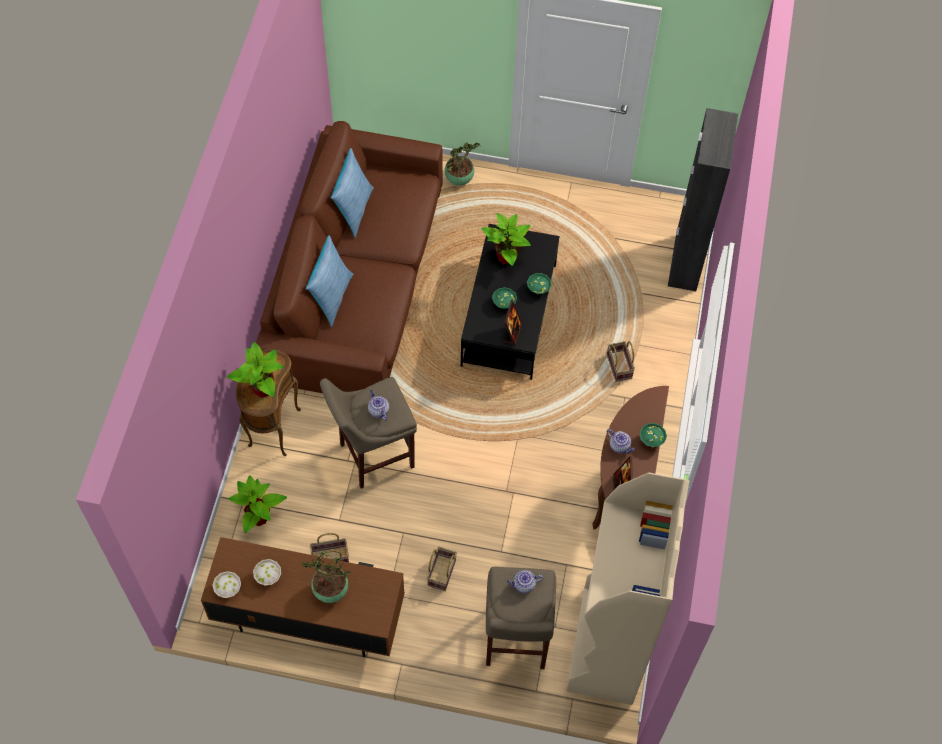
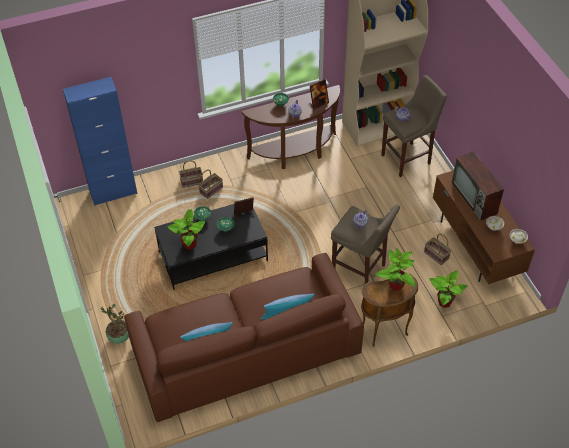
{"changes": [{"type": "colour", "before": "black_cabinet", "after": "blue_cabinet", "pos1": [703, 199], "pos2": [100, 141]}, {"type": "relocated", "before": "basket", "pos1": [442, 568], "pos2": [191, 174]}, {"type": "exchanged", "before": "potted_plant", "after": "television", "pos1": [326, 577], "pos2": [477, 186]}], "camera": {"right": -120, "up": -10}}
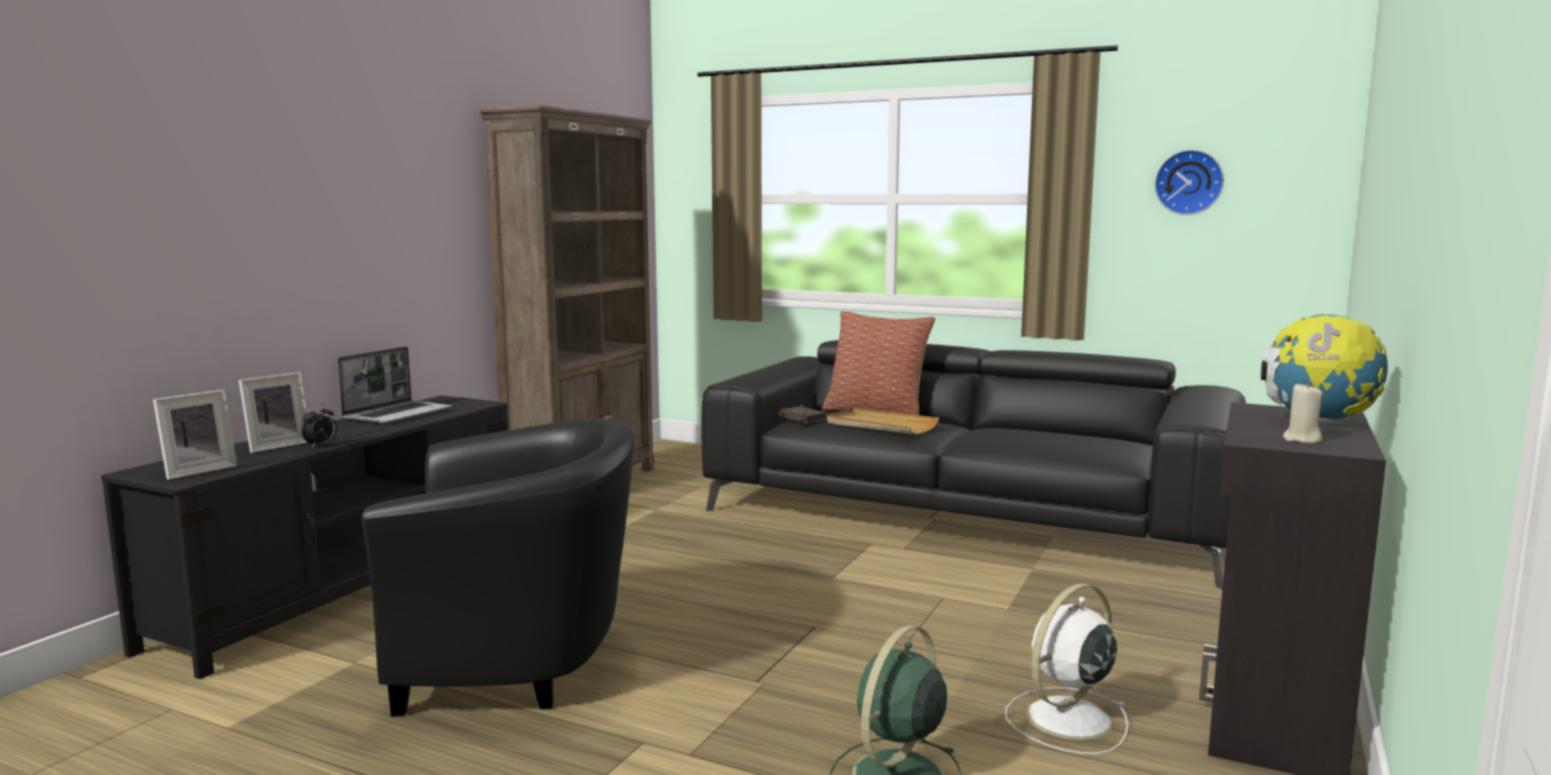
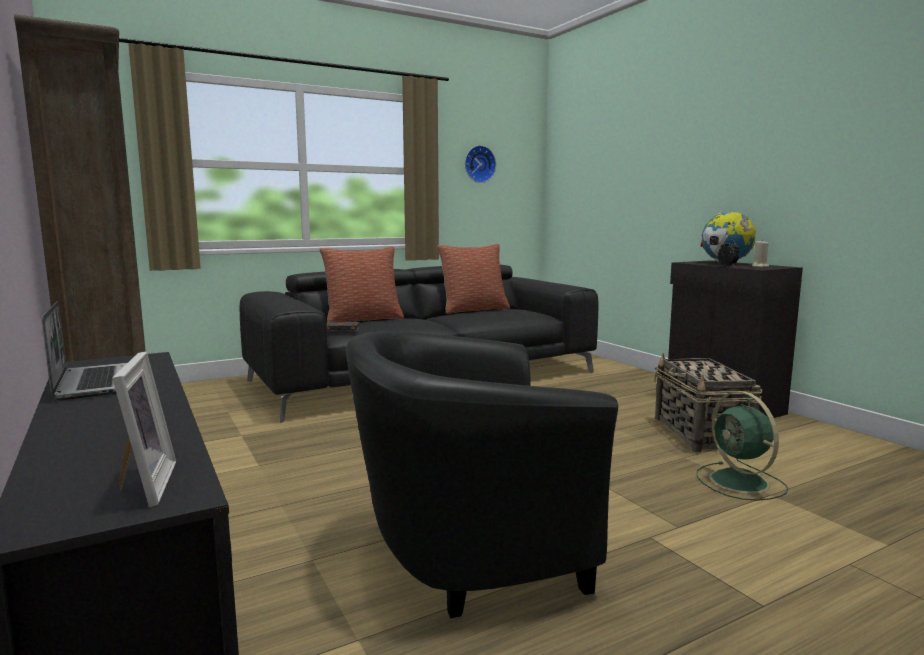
{"changes": [{"type": "missing", "before": "picture_frame", "pos1": [273, 412]}, {"type": "relocated", "before": "alarm_clock", "pos1": [319, 425], "pos2": [728, 252]}, {"type": "missing", "before": "beige_tray", "pos1": [883, 421]}, {"type": "spun", "before": "black_armchair", "pos1": [498, 568], "pos2": [482, 474], "turn": -135}, {"type": "exchanged", "before": "white_fan", "after": "basket", "pos1": [1066, 668], "pos2": [708, 402]}, {"type": "appeared", "after": "pillow", "pos2": [473, 279]}], "camera": {"right": -55, "up": 0}}
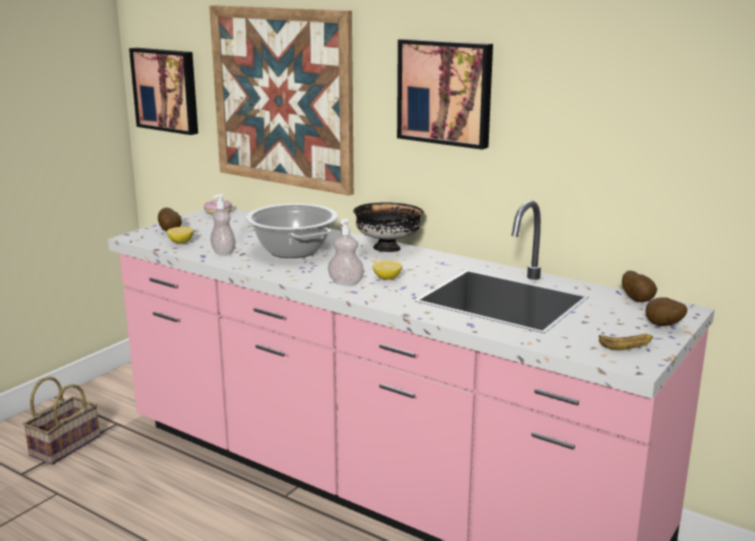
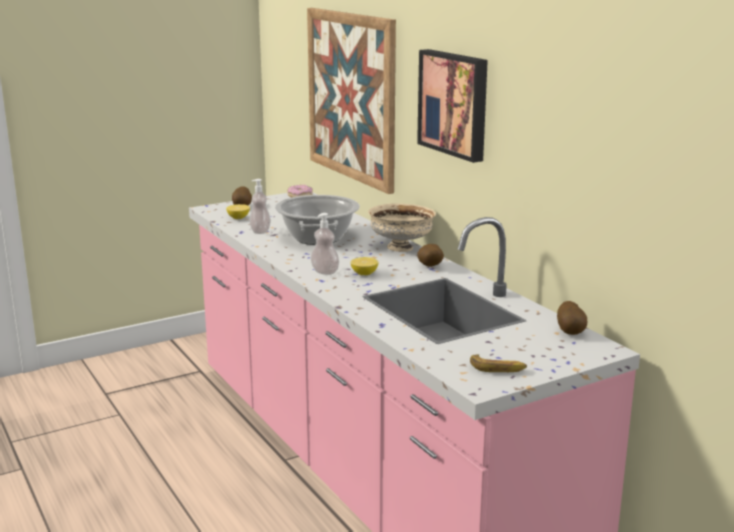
{"changes": [{"type": "missing", "before": "picture", "pos1": [163, 91]}, {"type": "colour", "before": "black_bowl", "after": "beige_bowl", "pos1": [388, 227], "pos2": [402, 227]}, {"type": "relocated", "before": "potato", "pos1": [666, 311], "pos2": [430, 255]}, {"type": "missing", "before": "basket", "pos1": [61, 421]}], "camera": {"right": 25, "up": 0}}
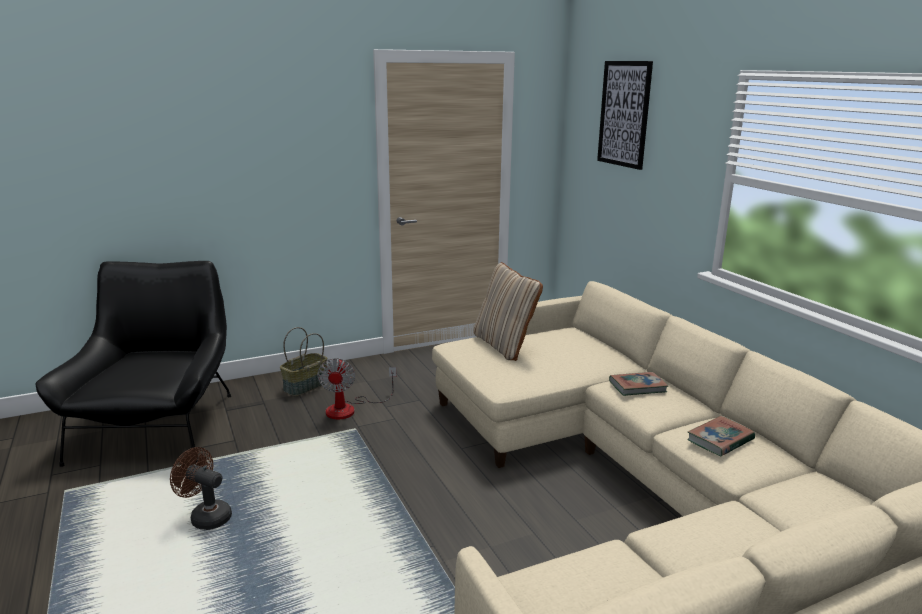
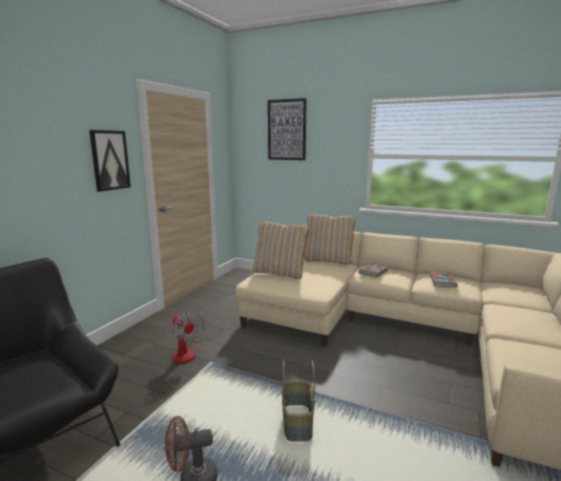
{"changes": [{"type": "relocated", "before": "basket", "pos1": [303, 361], "pos2": [298, 401]}, {"type": "appeared", "after": "picture", "pos2": [110, 161]}, {"type": "appeared", "after": "beige_pillow", "pos2": [329, 239]}], "camera": {"right": -40, "up": -5}}
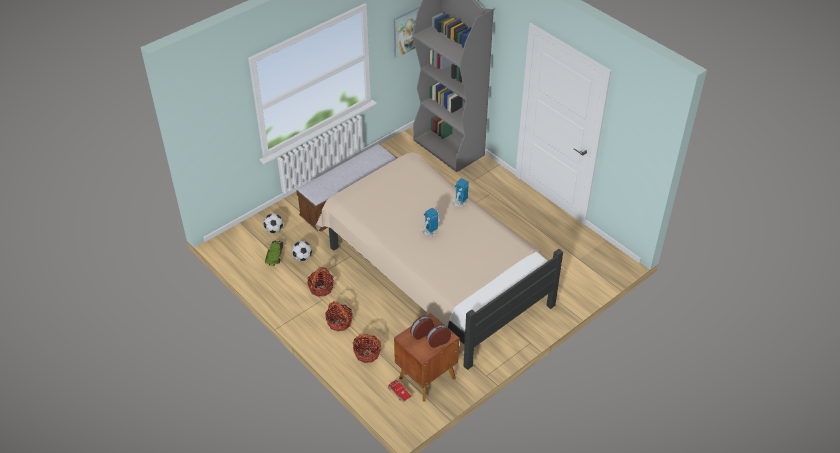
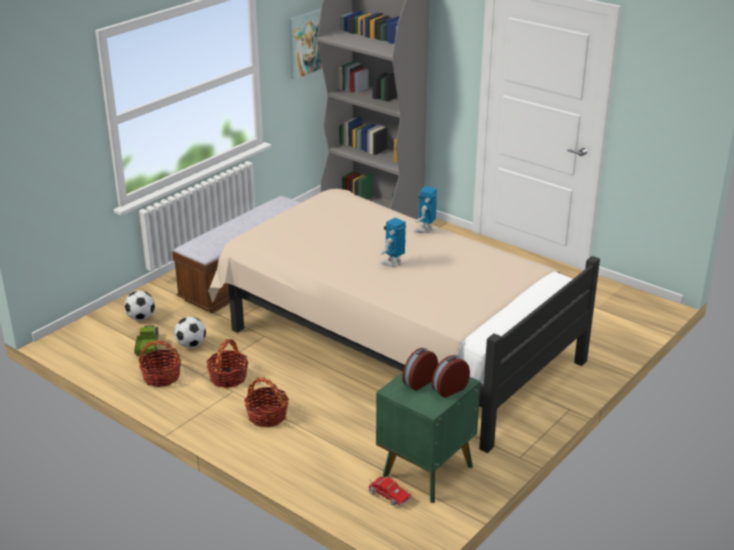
{"changes": [{"type": "colour", "before": "brown_nightstand", "after": "green_nightstand", "pos1": [426, 357], "pos2": [428, 433]}, {"type": "relocated", "before": "basket", "pos1": [367, 348], "pos2": [160, 363]}], "camera": {"right": -10, "up": -15}}
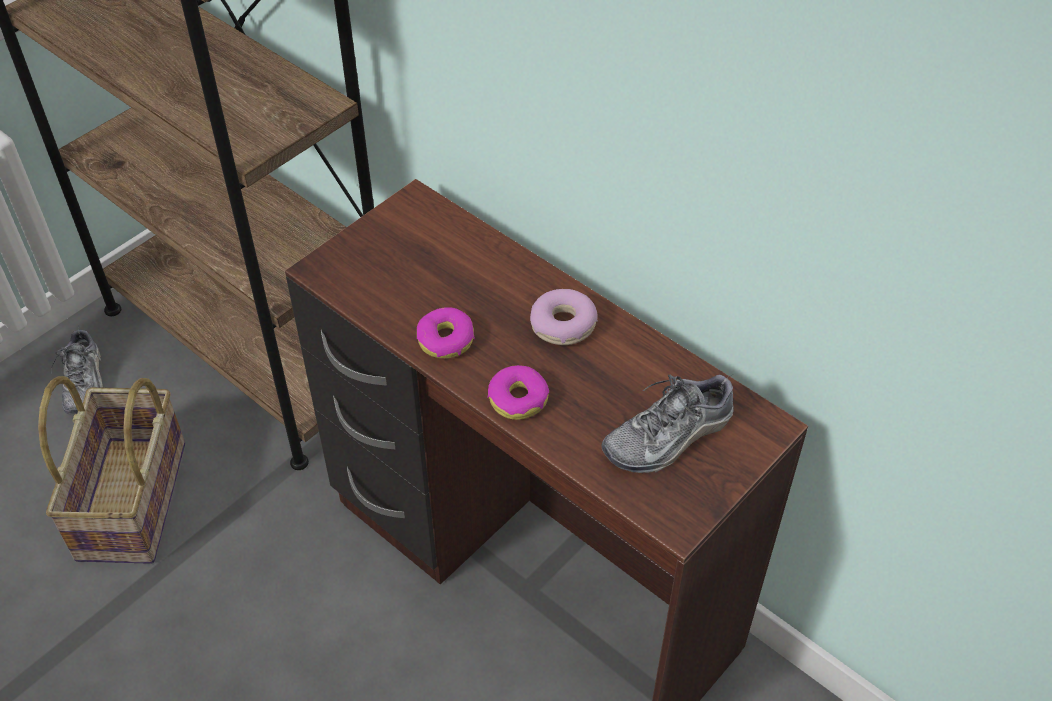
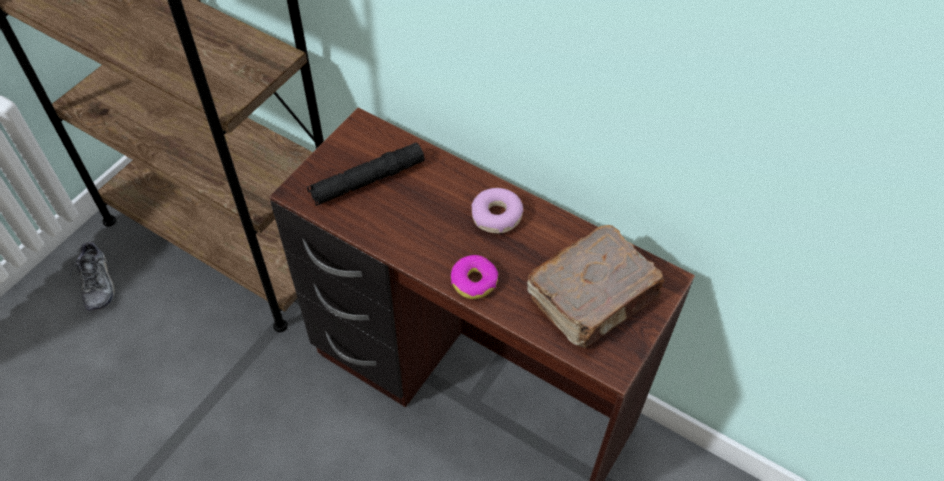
{"changes": [{"type": "missing", "before": "donut", "pos1": [446, 333]}, {"type": "exchanged", "before": "shoe", "after": "brown_book", "pos1": [667, 423], "pos2": [596, 286]}, {"type": "missing", "before": "basket", "pos1": [111, 470]}, {"type": "appeared", "after": "black_flashlight", "pos2": [366, 174]}], "camera": {"right": -10, "up": 5}}
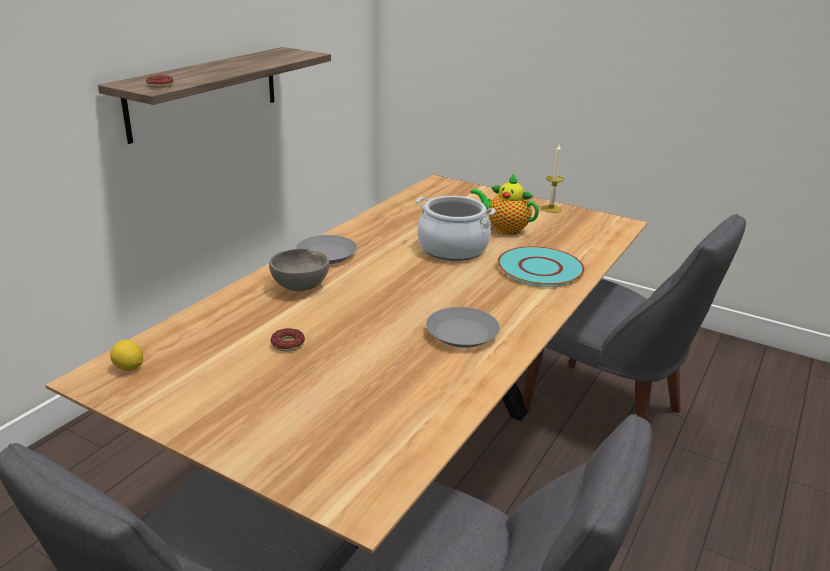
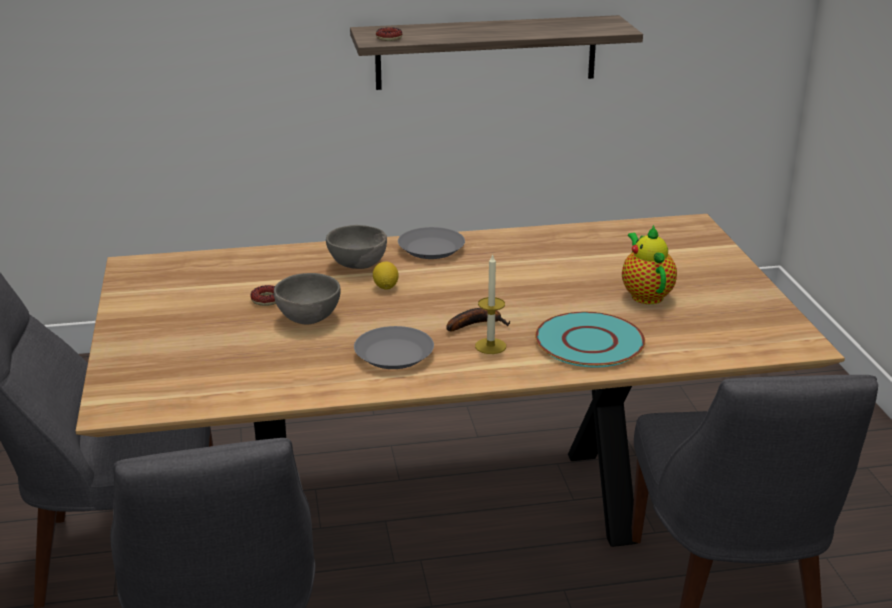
{"changes": [{"type": "relocated", "before": "candle", "pos1": [552, 178], "pos2": [490, 303]}, {"type": "missing", "before": "cooking_pot", "pos1": [456, 228]}, {"type": "relocated", "before": "lemon", "pos1": [126, 355], "pos2": [386, 276]}, {"type": "appeared", "after": "grey_bowl", "pos2": [307, 298]}, {"type": "appeared", "after": "banana", "pos2": [478, 319]}], "camera": {"right": 50, "up": 0}}
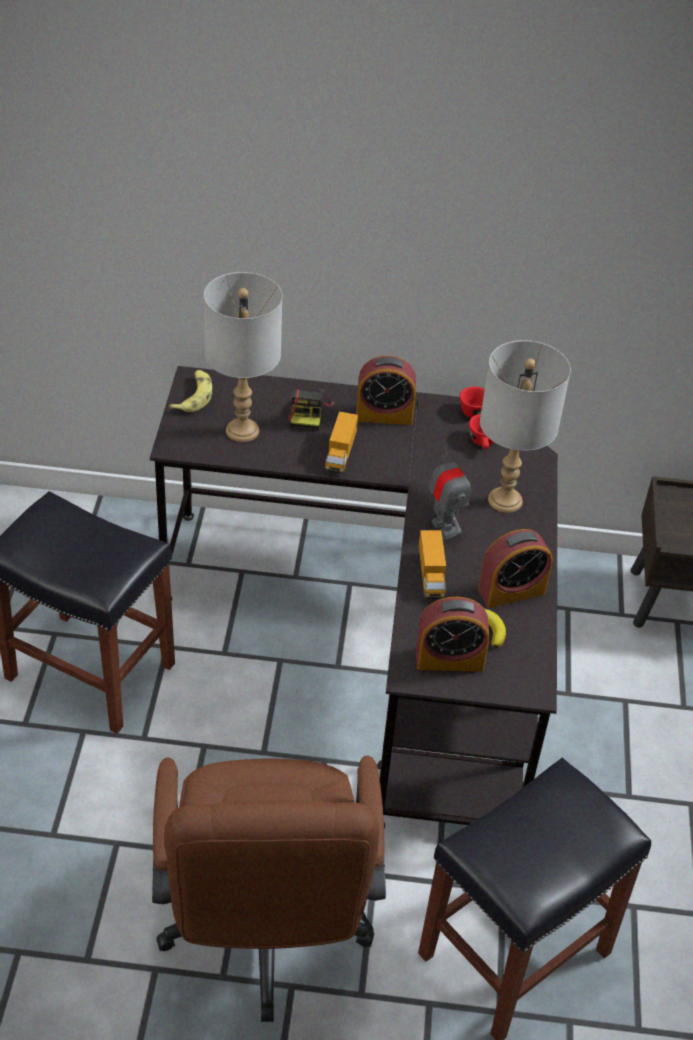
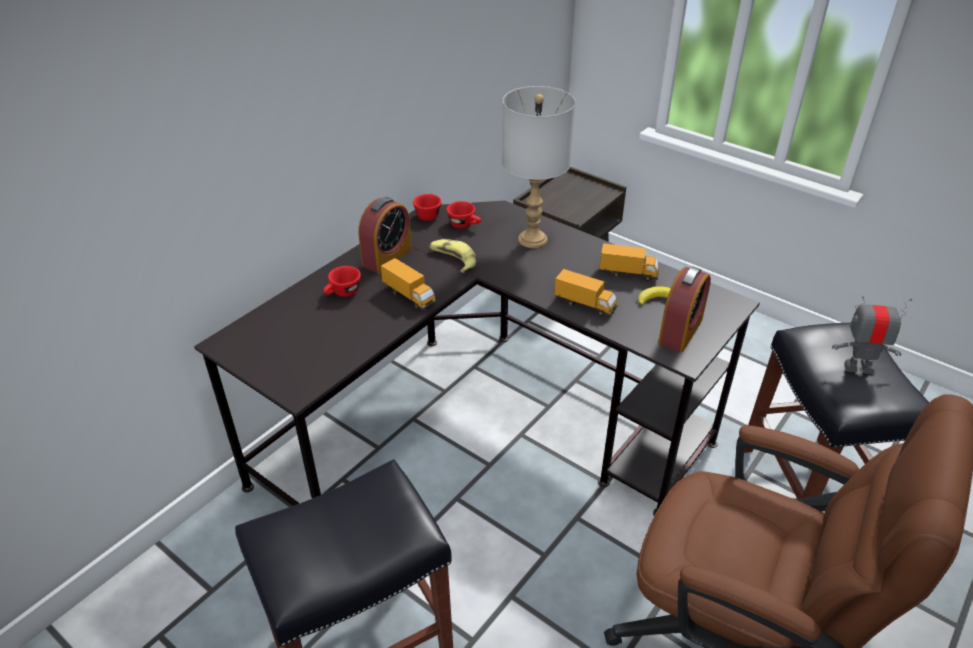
{"changes": [{"type": "missing", "before": "grey_table_lamp", "pos1": [243, 357]}, {"type": "relocated", "before": "banana", "pos1": [190, 391], "pos2": [452, 256]}, {"type": "exchanged", "before": "photo_camera", "after": "red_cup", "pos1": [311, 410], "pos2": [342, 281]}, {"type": "relocated", "before": "toy_robot", "pos1": [450, 494], "pos2": [872, 335]}, {"type": "exchanged", "before": "alarm_clock", "after": "toy_truck", "pos1": [515, 568], "pos2": [629, 262]}], "camera": {"right": -55, "up": -5}}
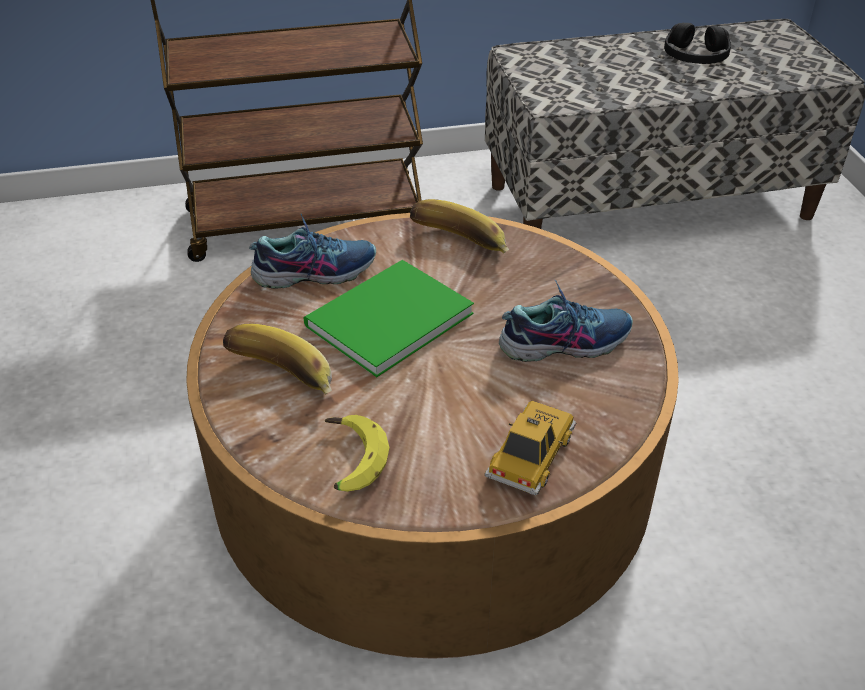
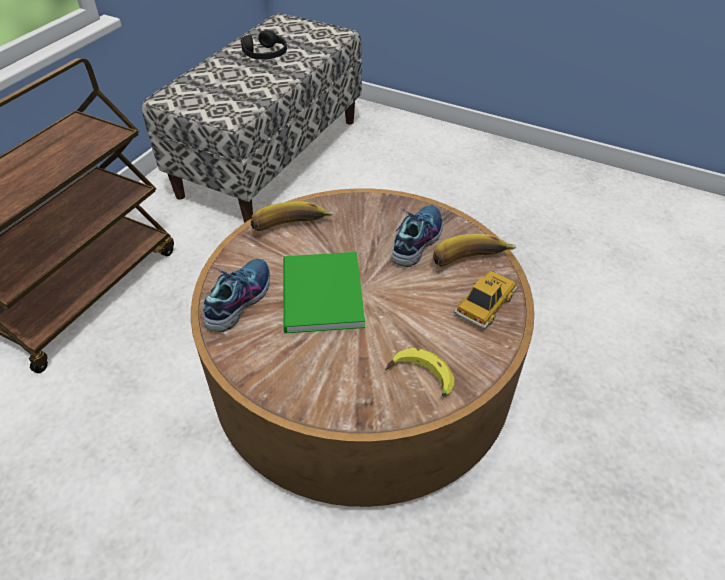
{"changes": [{"type": "relocated", "before": "banana", "pos1": [277, 359], "pos2": [475, 250]}, {"type": "spun", "before": "toy_car", "pos1": [530, 448], "pos2": [485, 300], "turn": 60}], "camera": {"right": -50, "up": 5}}
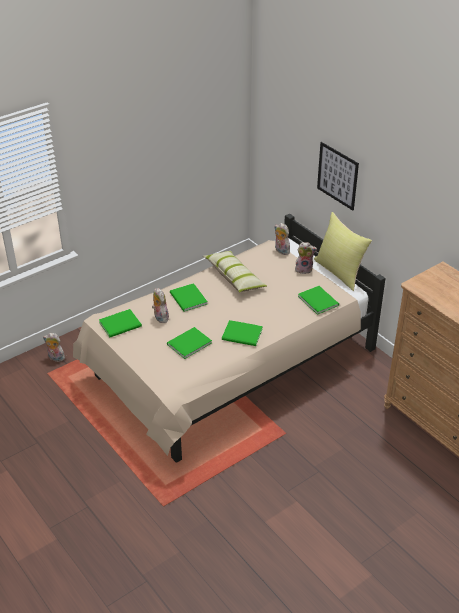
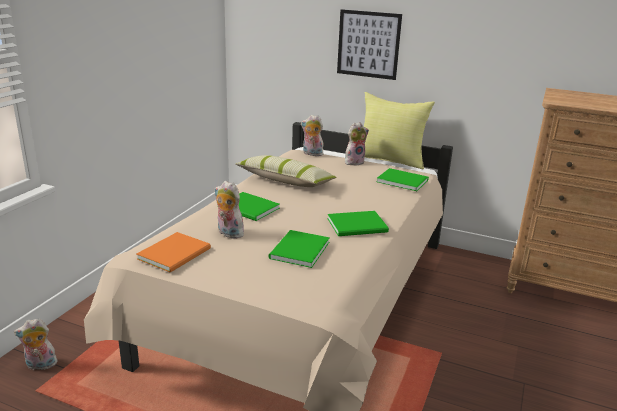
{"changes": [{"type": "colour", "before": "green_book", "after": "orange_book", "pos1": [120, 323], "pos2": [174, 252]}], "camera": {"right": -30, "up": -15}}
